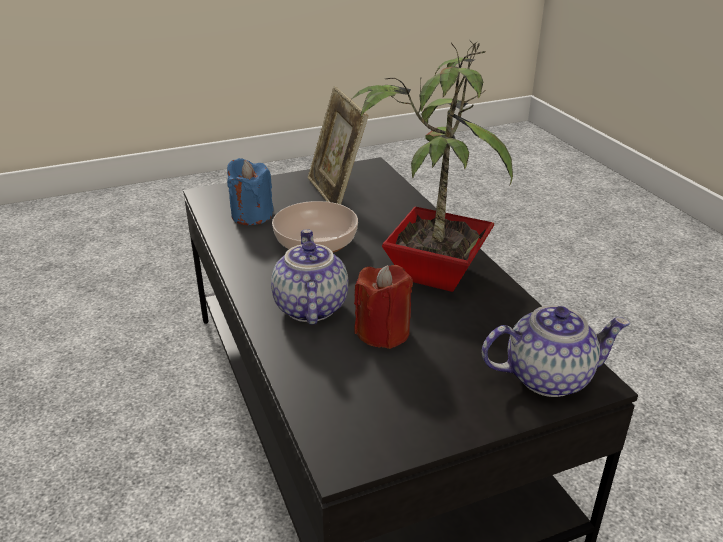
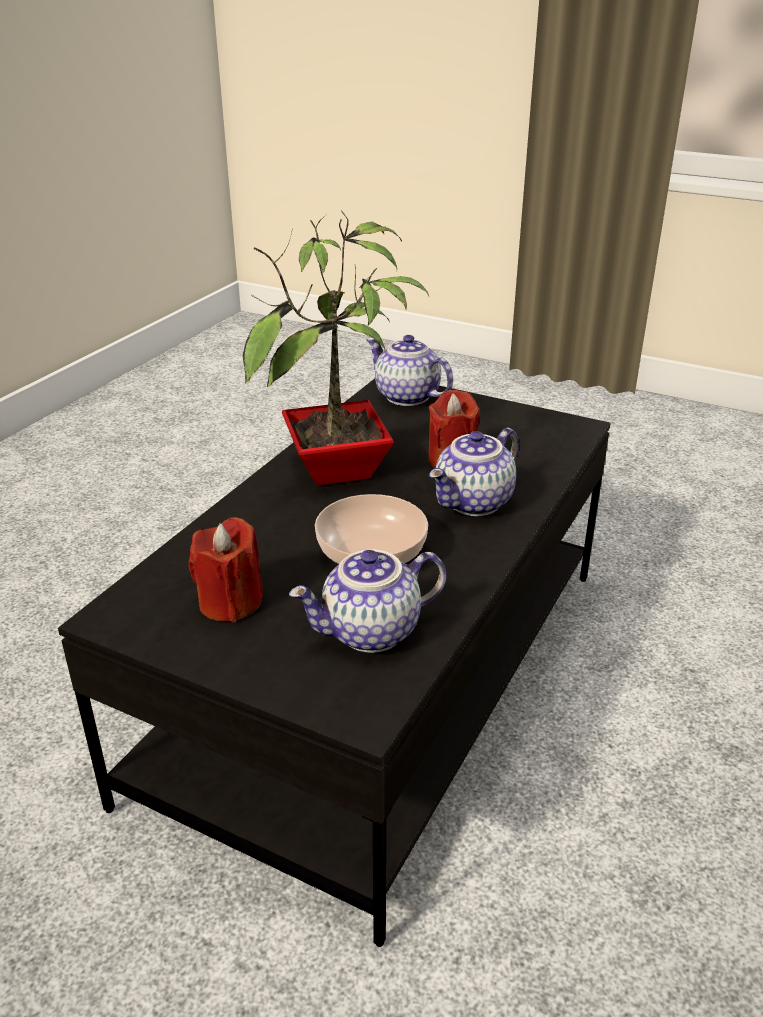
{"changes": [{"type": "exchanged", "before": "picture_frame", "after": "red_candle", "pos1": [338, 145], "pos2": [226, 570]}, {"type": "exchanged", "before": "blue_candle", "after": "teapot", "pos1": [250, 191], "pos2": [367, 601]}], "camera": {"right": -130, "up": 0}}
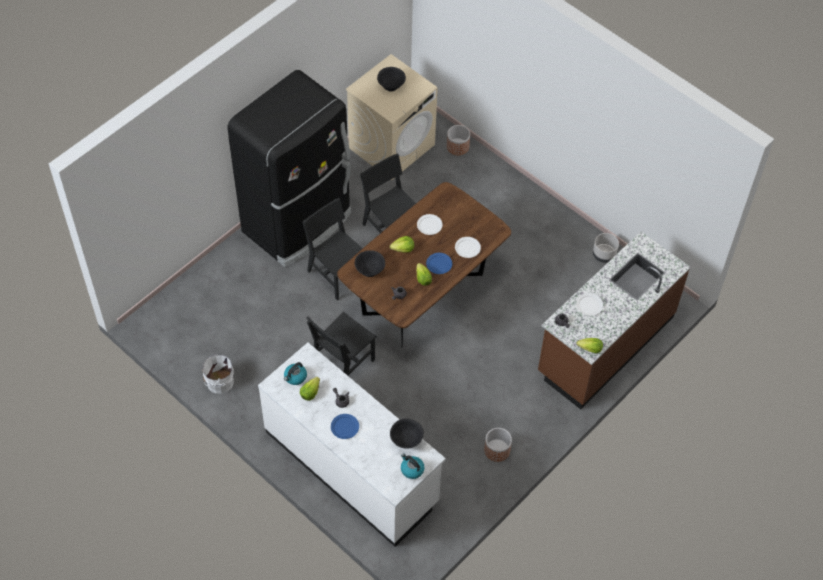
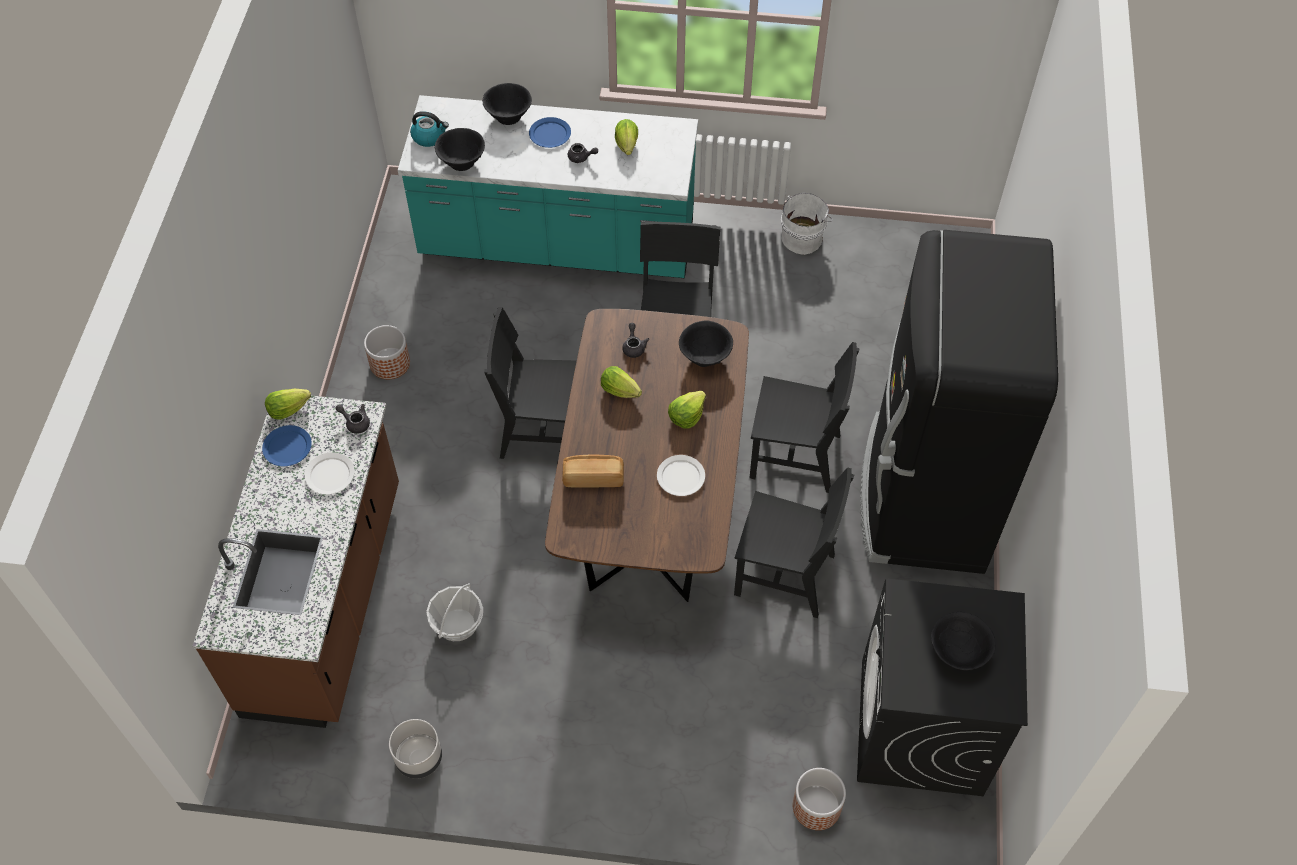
{"changes": [{"type": "colour", "before": "beige_washing_machine", "after": "black_washing_machine", "pos1": [392, 117], "pos2": [942, 687]}, {"type": "exchanged", "before": "white_plate", "after": "bread", "pos1": [468, 247], "pos2": [593, 470]}, {"type": "relocated", "before": "blue_plate", "pos1": [439, 263], "pos2": [287, 445]}, {"type": "colour", "before": "white_counter", "after": "turquoise_counter", "pos1": [352, 444], "pos2": [548, 186]}, {"type": "missing", "before": "kettle", "pos1": [295, 373]}, {"type": "appeared", "after": "black_bowl", "pos2": [507, 104]}, {"type": "appeared", "after": "black_chair", "pos2": [530, 383]}, {"type": "appeared", "after": "basket", "pos2": [454, 612]}], "camera": {"right": 145, "up": 0}}
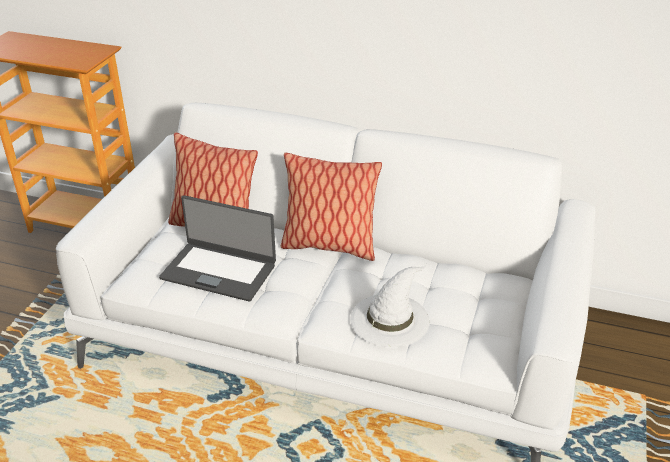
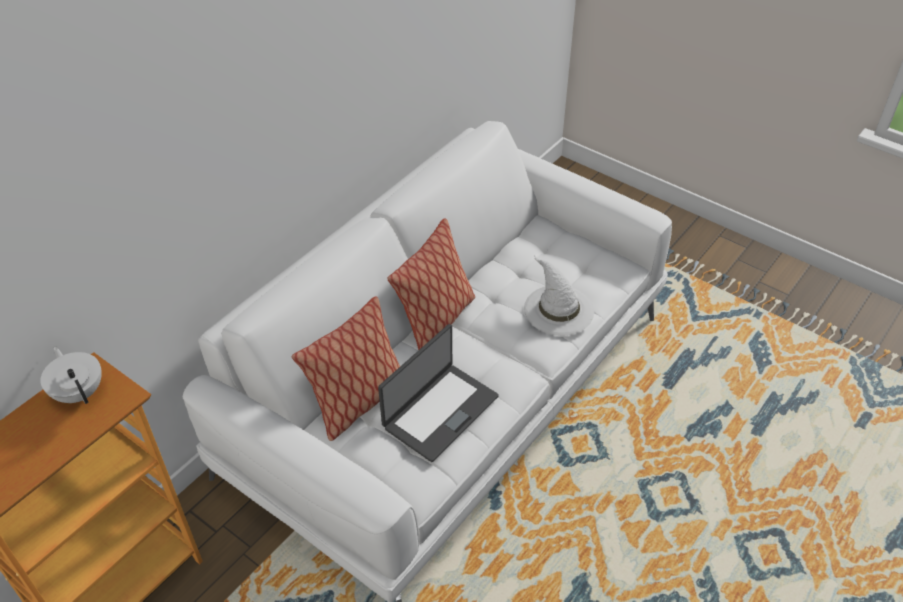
{"changes": [{"type": "appeared", "after": "white_teapot", "pos2": [71, 375]}], "camera": {"right": -70, "up": 10}}
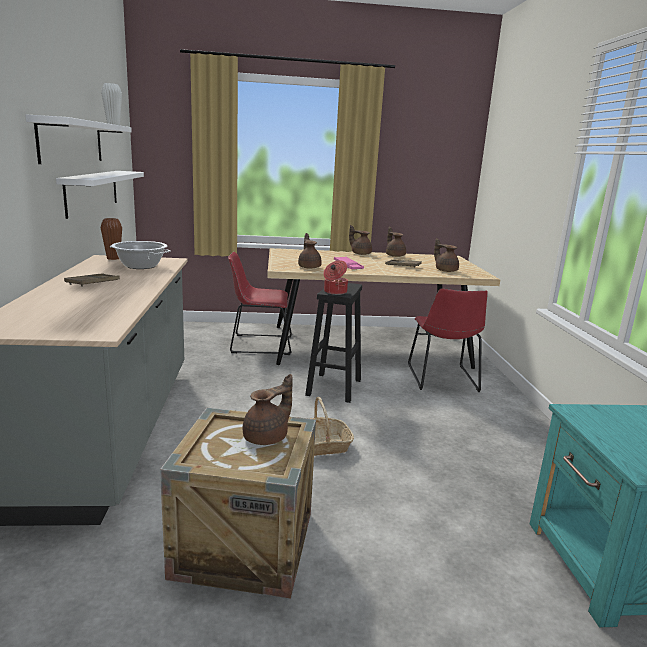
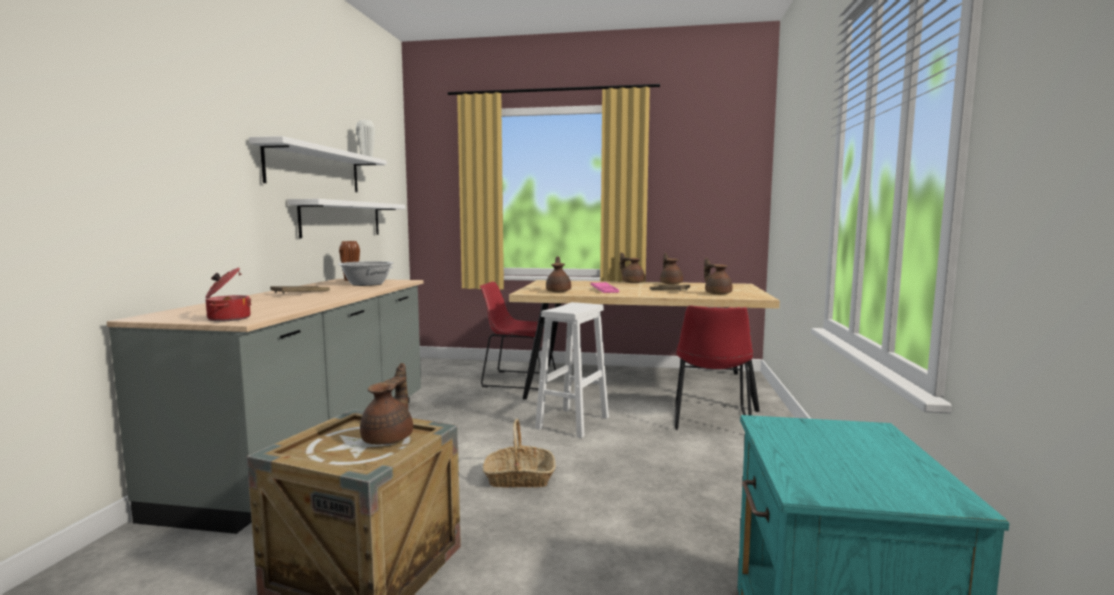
{"changes": [{"type": "relocated", "before": "cooking_pot", "pos1": [335, 277], "pos2": [228, 294]}, {"type": "colour", "before": "black_stool", "after": "white_stool", "pos1": [333, 343], "pos2": [572, 370]}, {"type": "spun", "before": "brown_teapot", "pos1": [267, 409], "pos2": [386, 404], "turn": -45}], "camera": {"right": 15, "up": -10}}
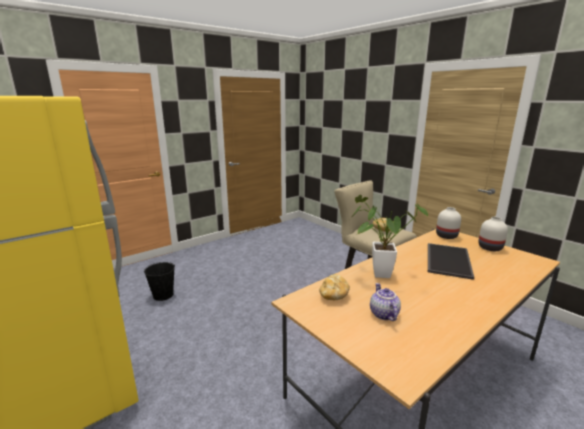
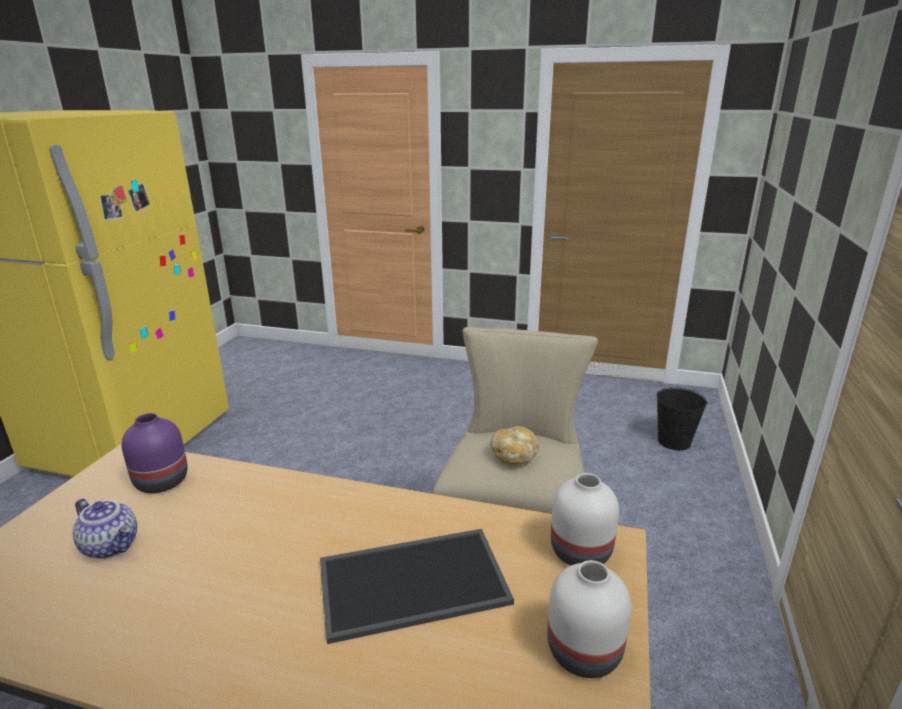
{"changes": [{"type": "missing", "before": "potted_plant", "pos1": [389, 236]}, {"type": "relocated", "before": "black_bucket", "pos1": [159, 281], "pos2": [682, 418]}, {"type": "exchanged", "before": "bread", "after": "purple_vase", "pos1": [334, 287], "pos2": [155, 453]}, {"type": "spun", "before": "teapot", "pos1": [385, 302], "pos2": [105, 529], "turn": 75}], "camera": {"right": 55, "up": 5}}
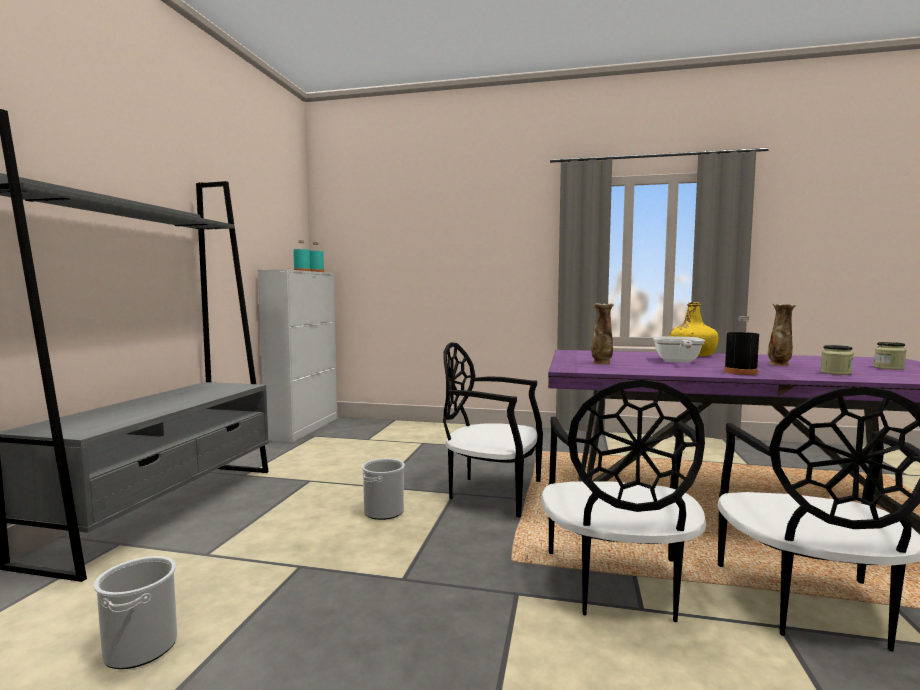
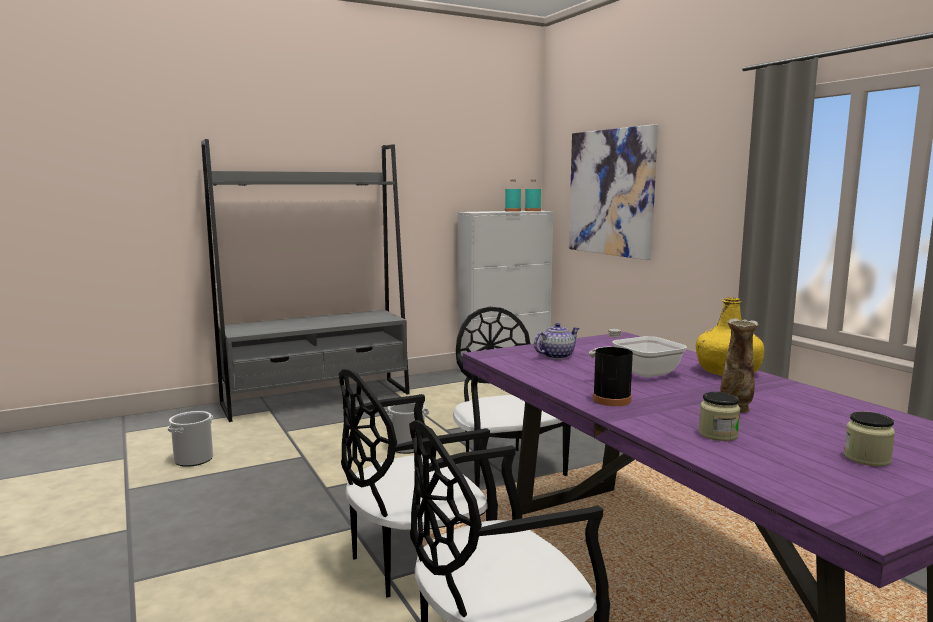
{"changes": [{"type": "exchanged", "before": "vase", "after": "teapot", "pos1": [603, 334], "pos2": [557, 341]}, {"type": "appeared", "after": "picture", "pos2": [613, 192]}], "camera": {"right": 50, "up": 5}}
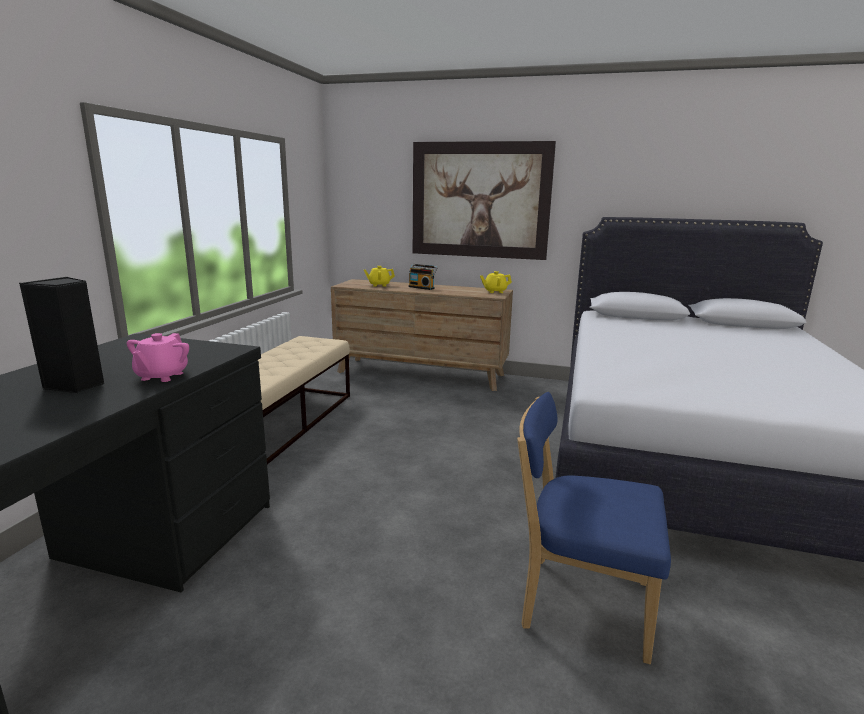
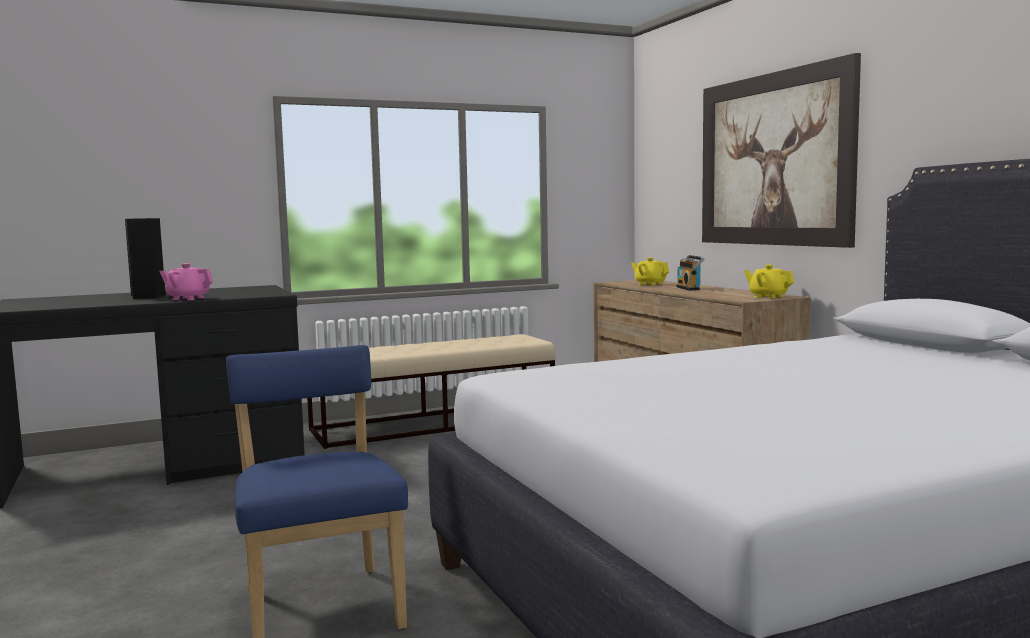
{"changes": [{"type": "spun", "before": "pink_teapot", "pos1": [158, 357], "pos2": [186, 281], "turn": 45}], "camera": {"right": 50, "up": -10}}
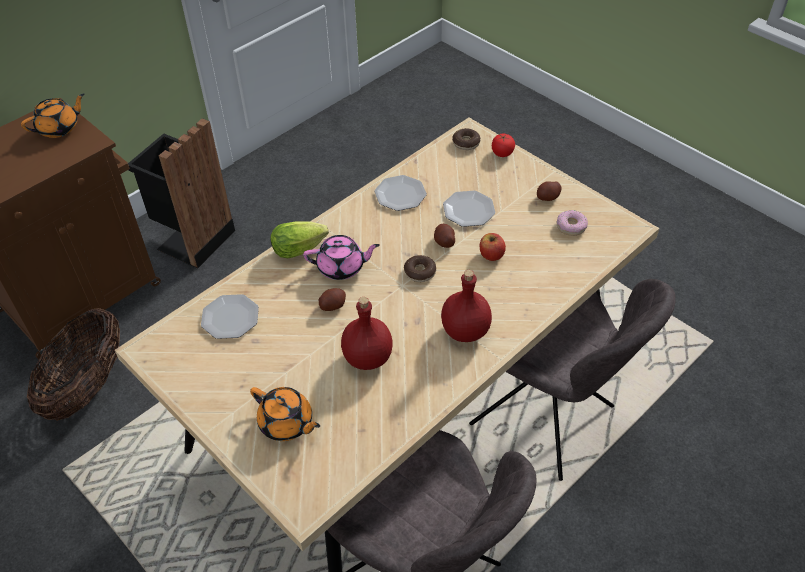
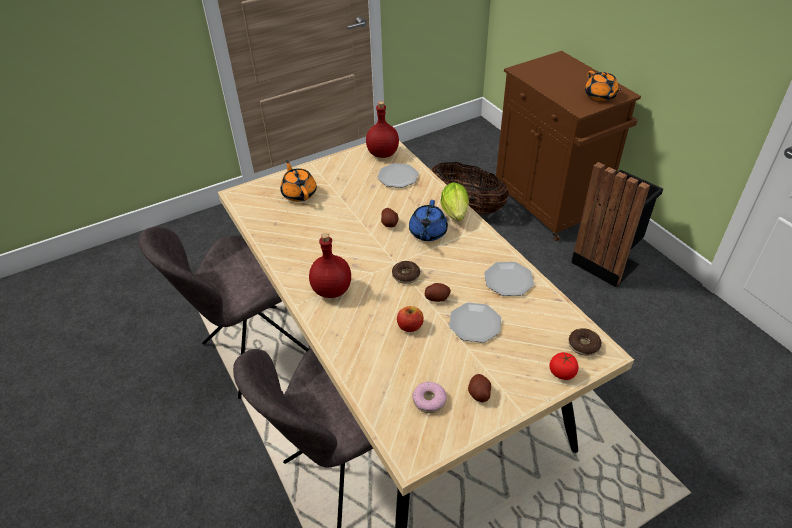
{"changes": [{"type": "colour", "before": "pink_teapot", "after": "blue_teapot", "pos1": [341, 257], "pos2": [428, 220]}, {"type": "relocated", "before": "red_bottle", "pos1": [367, 333], "pos2": [382, 129]}, {"type": "spun", "before": "orange_teapot", "pos1": [285, 414], "pos2": [298, 181], "turn": 105}], "camera": {"right": 105, "up": -5}}
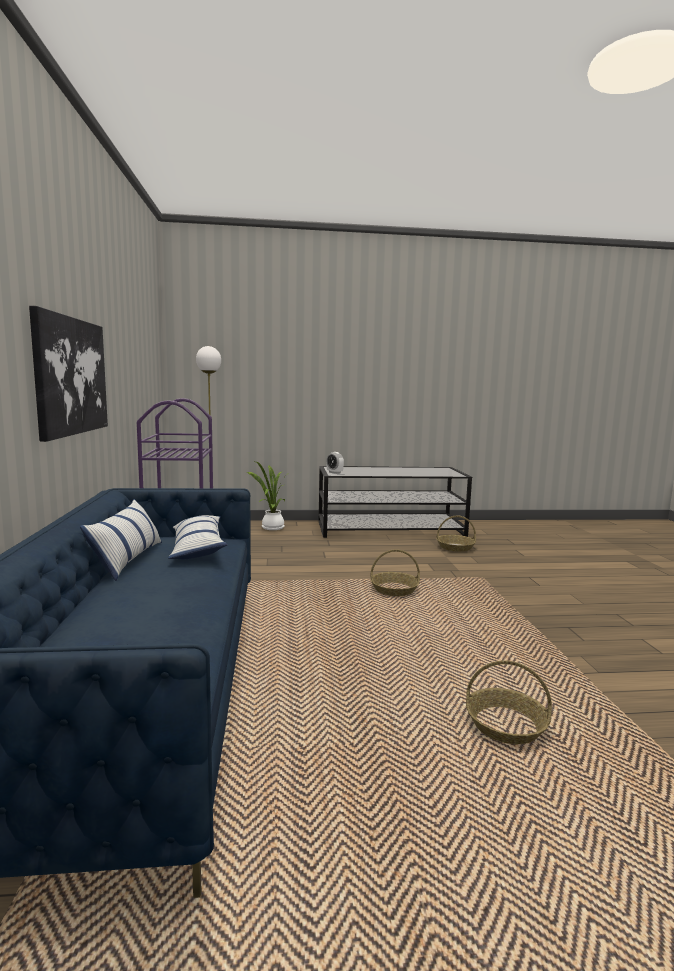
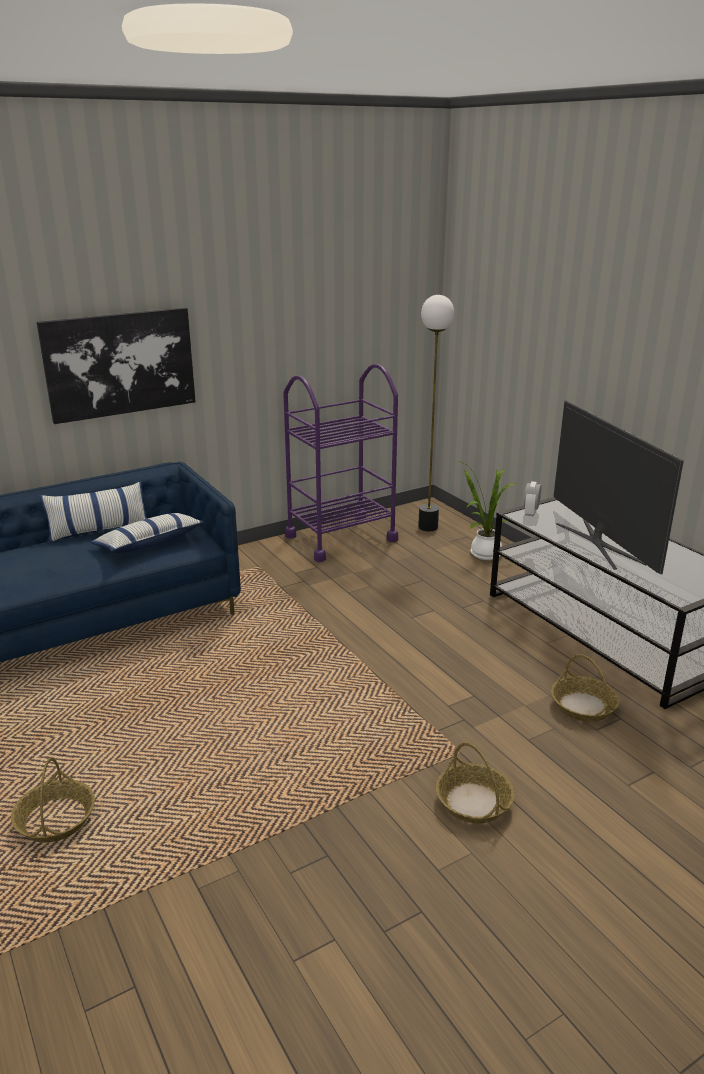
{"changes": [{"type": "relocated", "before": "basket", "pos1": [395, 572], "pos2": [475, 783]}, {"type": "appeared", "after": "television", "pos2": [619, 487]}], "camera": {"right": 65, "up": 15}}
